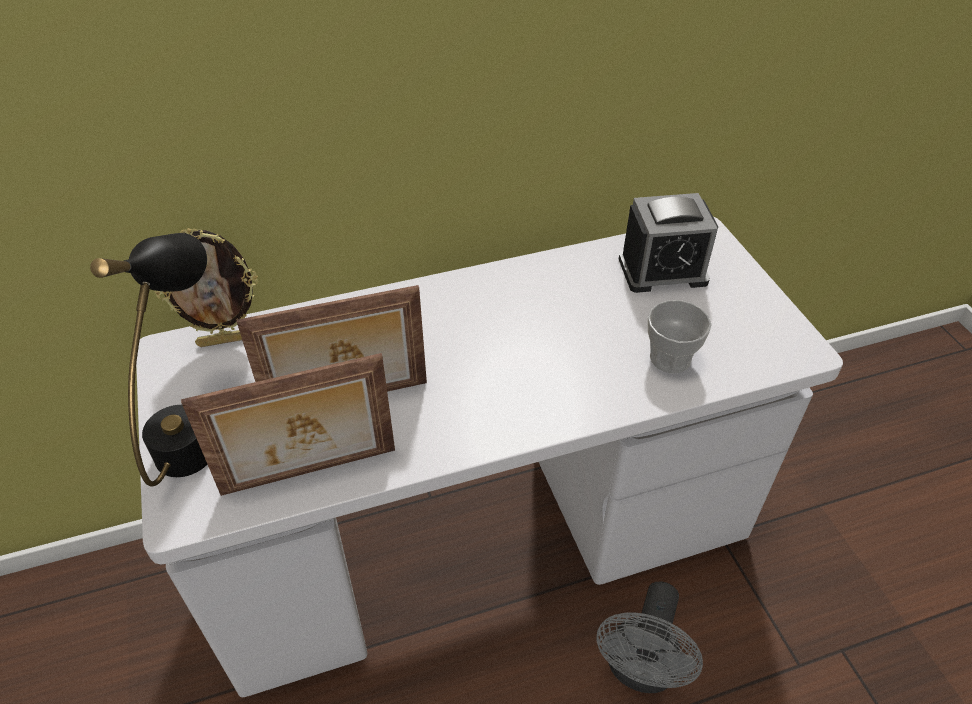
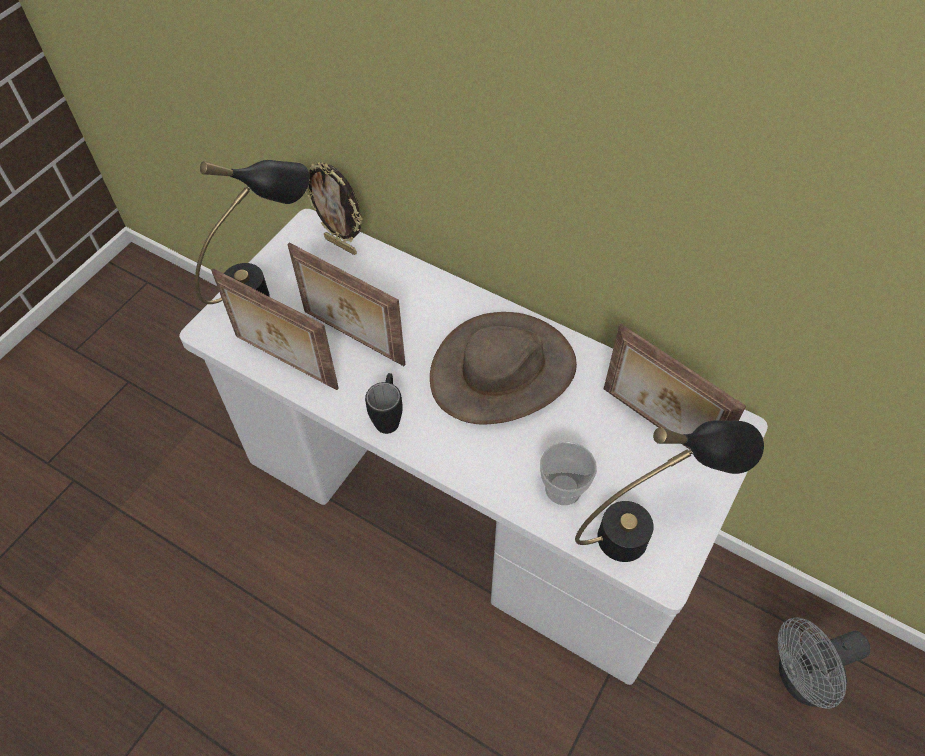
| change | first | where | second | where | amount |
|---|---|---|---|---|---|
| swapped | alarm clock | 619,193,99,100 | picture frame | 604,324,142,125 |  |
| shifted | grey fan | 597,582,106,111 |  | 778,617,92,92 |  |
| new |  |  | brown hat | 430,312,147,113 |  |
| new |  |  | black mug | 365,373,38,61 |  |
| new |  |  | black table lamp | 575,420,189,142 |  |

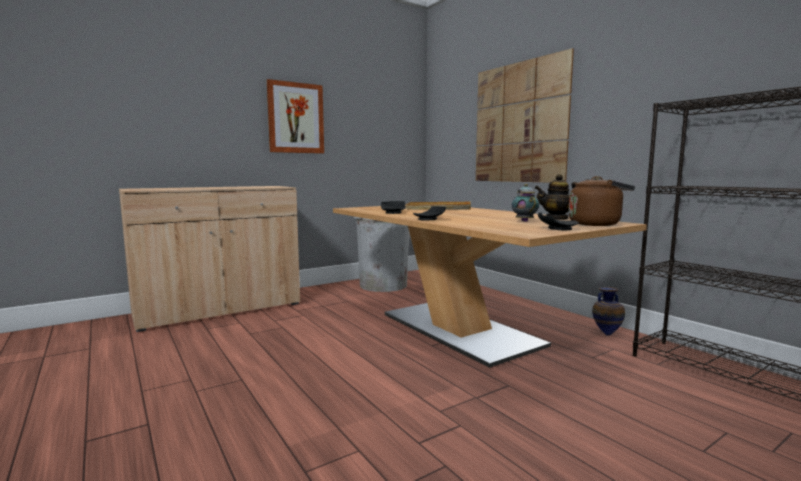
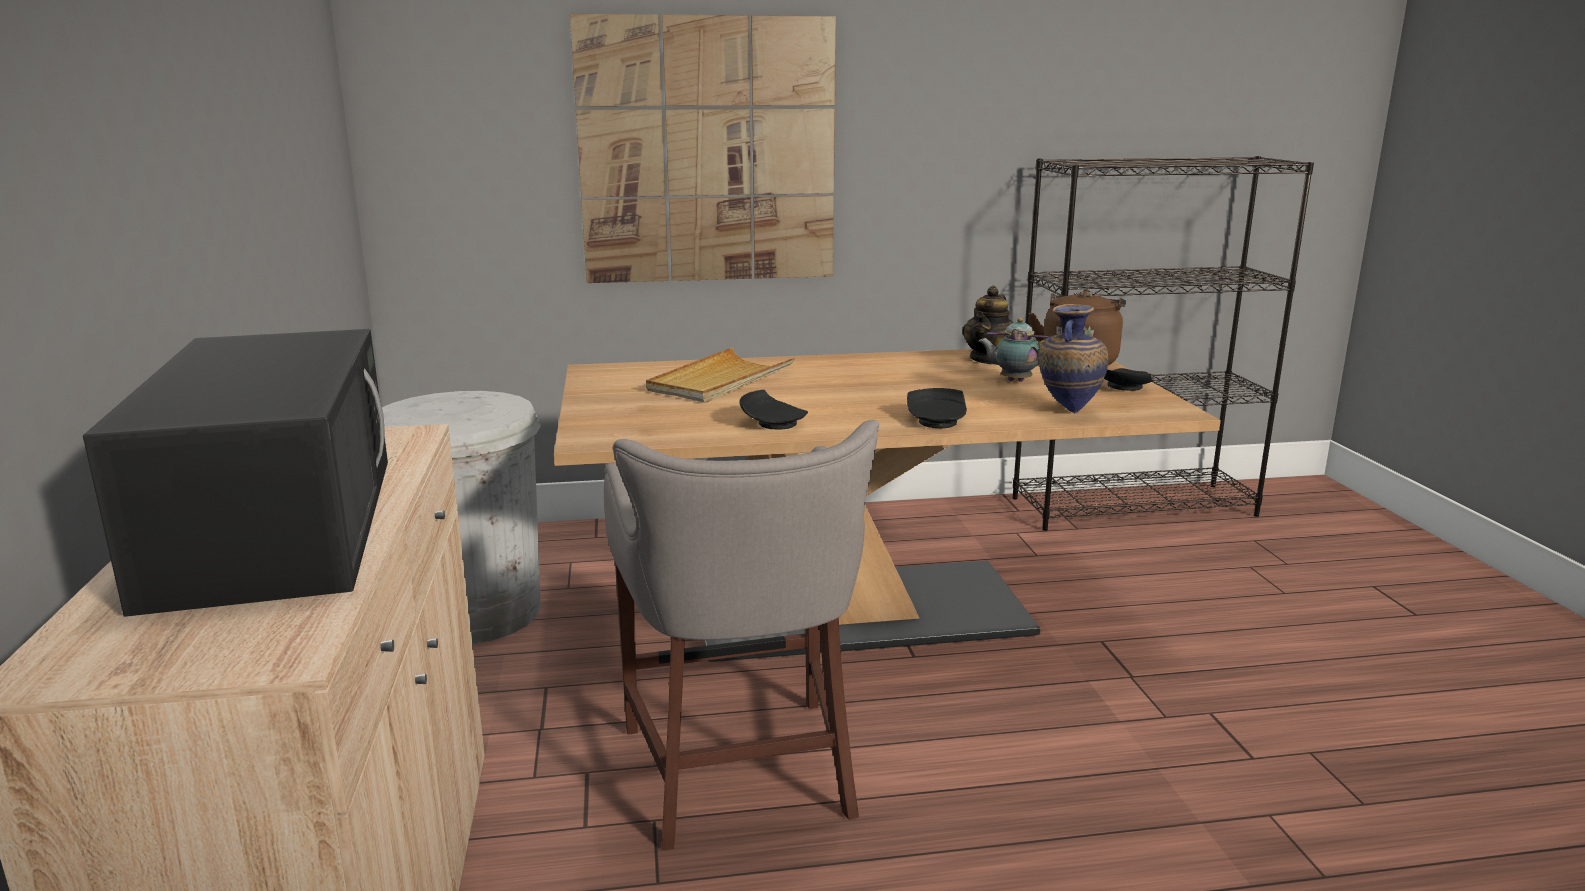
| change | first | where | second | where | amount |
|---|---|---|---|---|---|
| gone | picture | 267,79,57,75 |  |  |  |
| shifted | vase | 592,287,33,49 |  | 1038,304,70,109 |  |
| new |  |  | black microwave | 83,329,305,288 |  |
| new |  |  | grey stool | 604,420,275,430 |  |

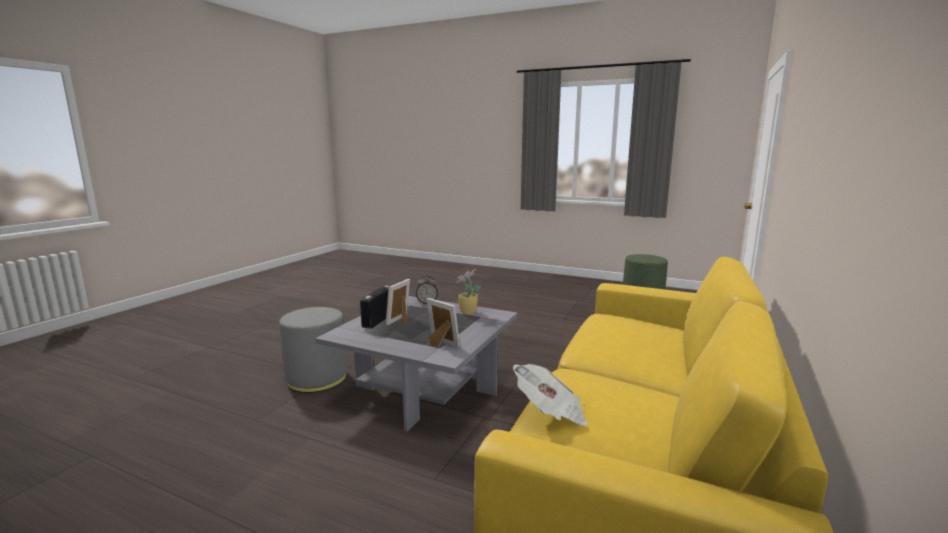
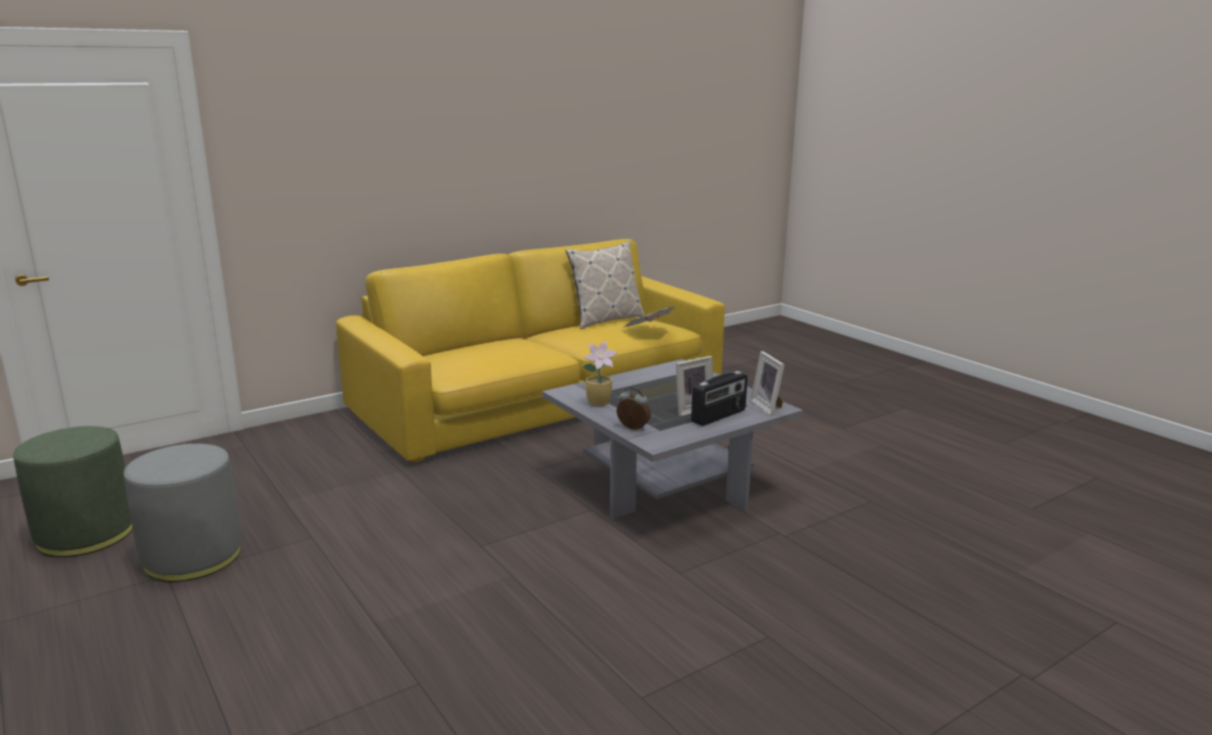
| change | first | where | second | where | amount |
|---|---|---|---|---|---|
| shifted | picture frame | 427,298,33,50 |  | 750,351,35,65 |  |
| shifted | grey ottoman | 279,307,68,86 |  | 124,444,118,138 |  |
| new |  |  | pillow | 565,241,80,88 |  |

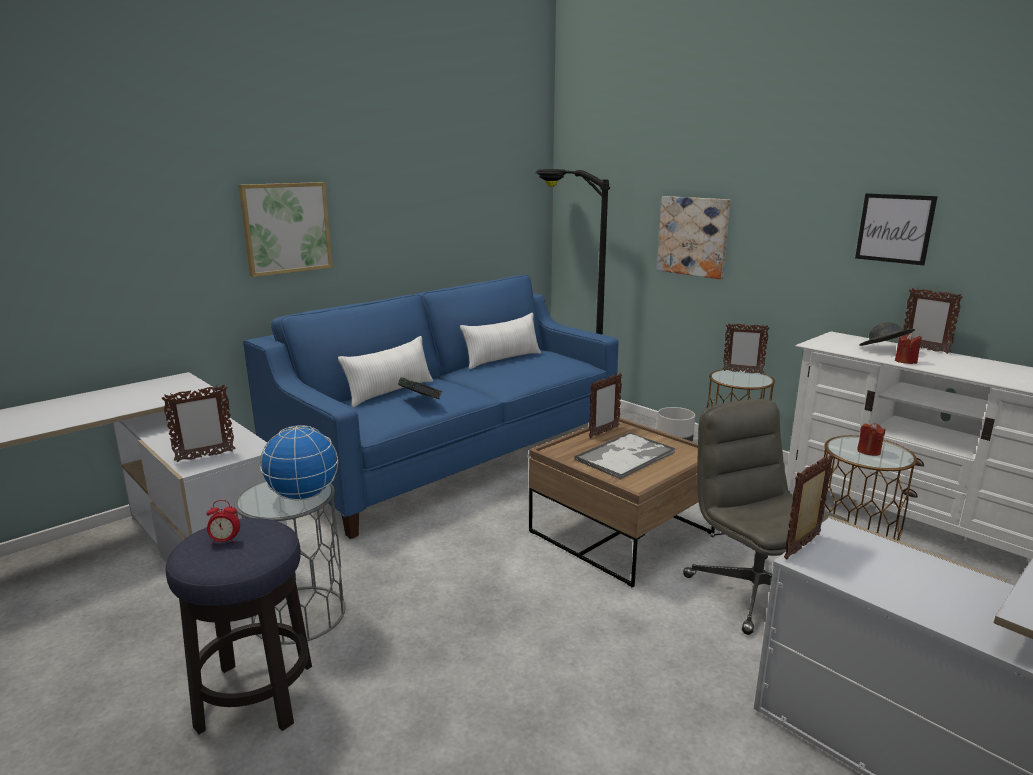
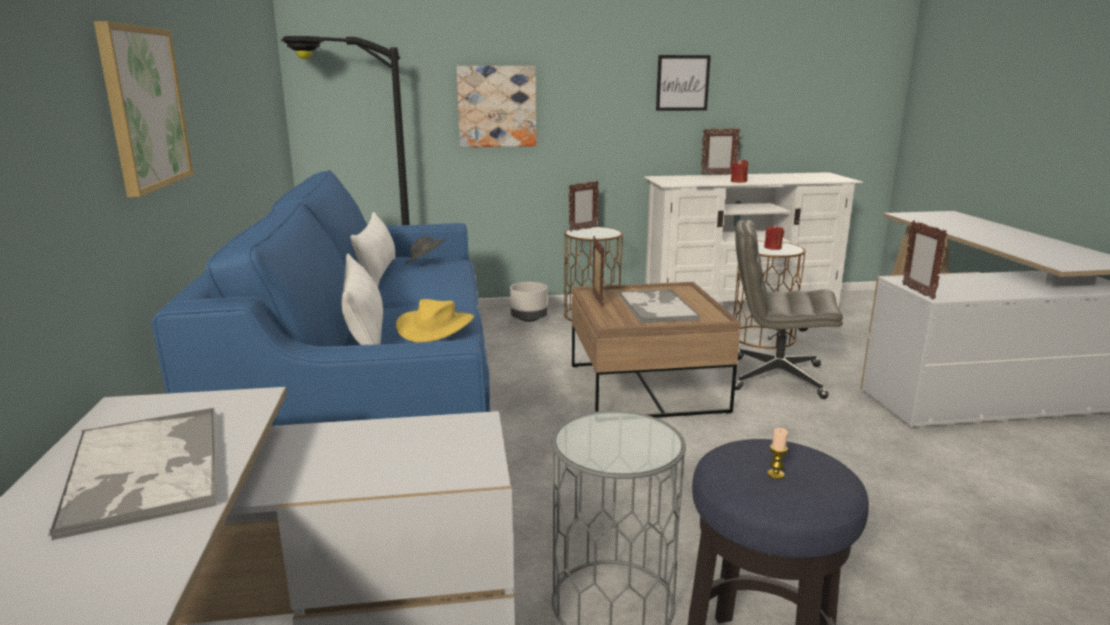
| change | first | where | second | where | amount |
|---|---|---|---|---|---|
| shifted | grey hat | 859,322,56,24 |  | 405,237,42,27 |  |
| swapped | book | 398,377,45,22 | yellow hat | 396,299,78,44 |  |
| gone | picture frame | 162,385,73,77 |  |  |  |
| gone | globe | 260,425,78,76 |  |  |  |
| swapped | alarm clock | 207,500,33,46 | candle | 767,428,21,51 |  |
| new |  |  | tray | 48,408,169,132 |  |

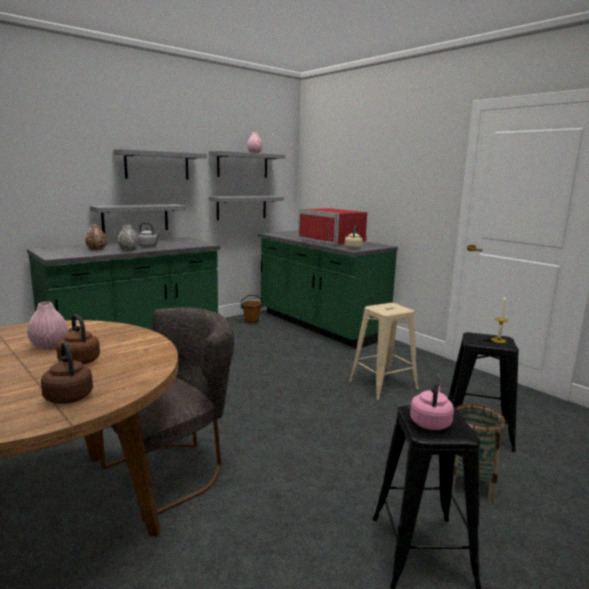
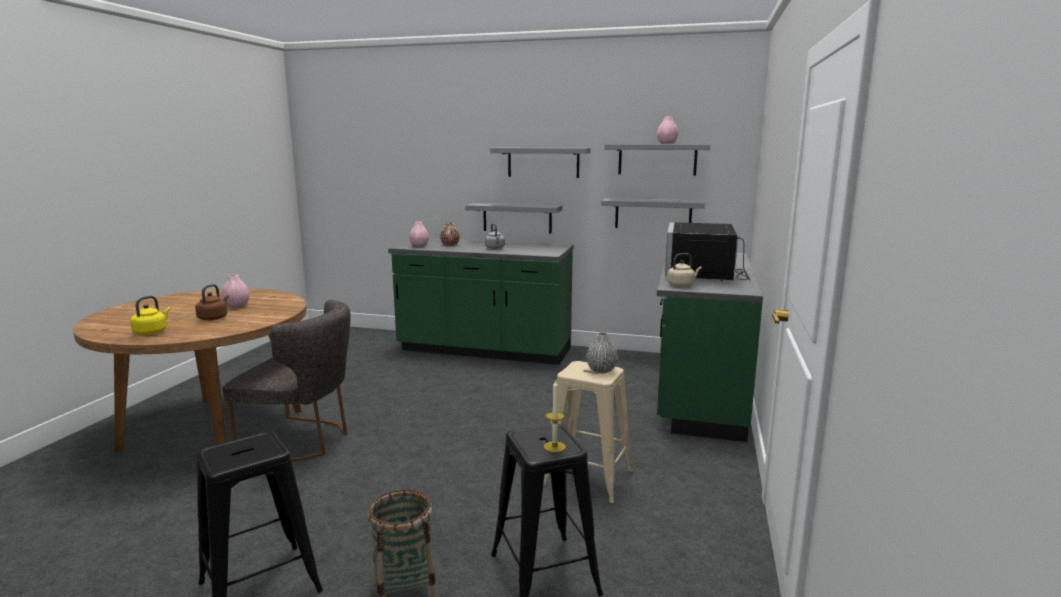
| change | first | where | second | where | amount |
|---|---|---|---|---|---|
| repainted | red microwave | 298,208,69,38 | black microwave | 665,222,86,59 |  |
| shifted | grey vase | 118,225,21,26 |  | 587,332,31,41 |  |
| gone | brown bucket | 241,295,22,29 |  |  |  |
| repainted | brown kettle | 41,342,52,62 | yellow kettle | 130,296,41,39 |  |
| gone | pink kettle | 410,375,44,55 |  |  |  |
| new |  |  | pink vase | 409,221,20,26 |  |

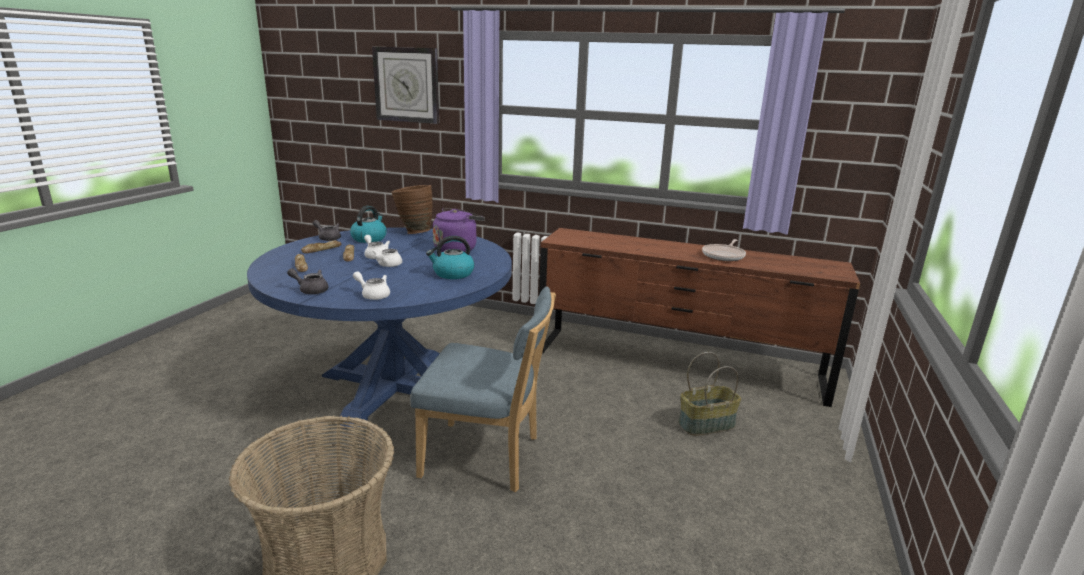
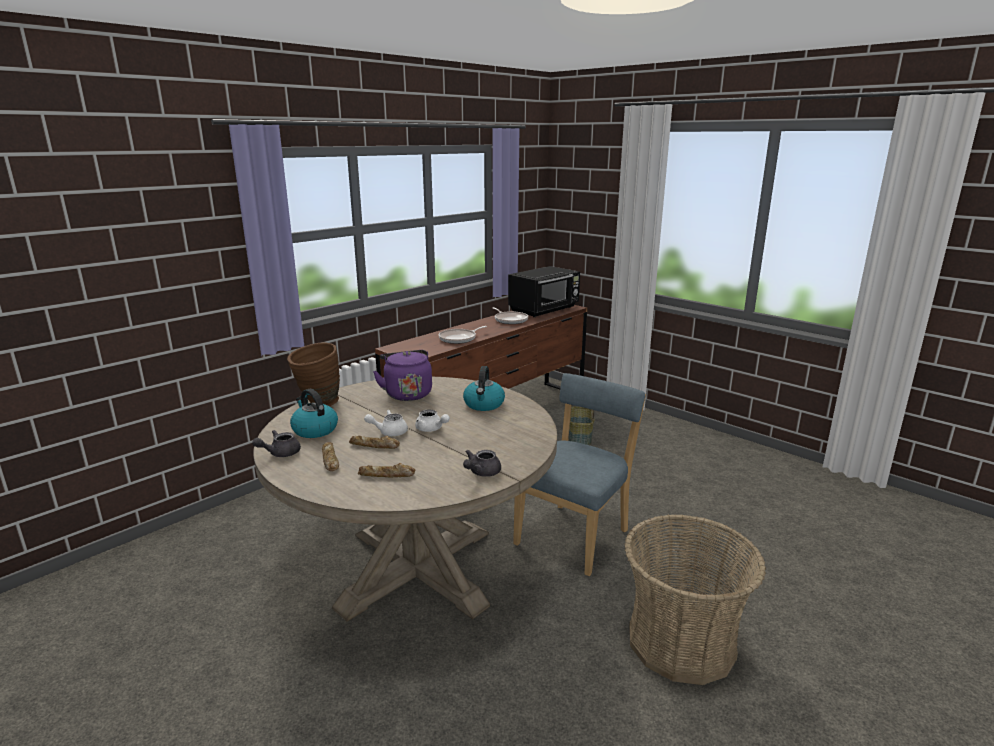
| change | first | where | second | where | amount |
|---|---|---|---|---|---|
| gone | wall clock | 372,46,67,78 |  |  |  |
| repainted | blue dining table | 247,227,265,204 | beige dining table | 253,377,304,245 |  |
| gone | white teapot | 353,271,37,29 |  |  |  |
| new |  |  | black microwave | 508,266,72,51 |  |
| new |  |  | frying pan | 439,326,48,18 |  |

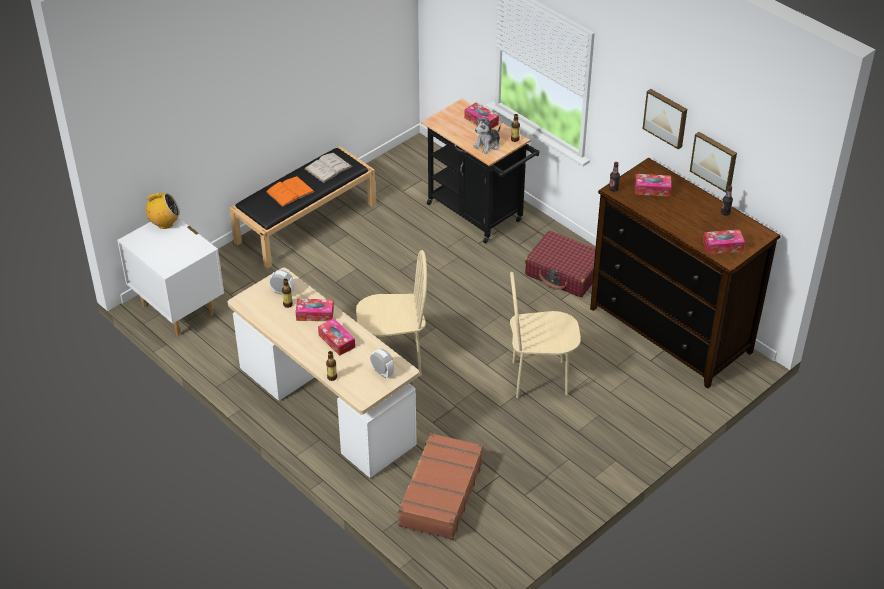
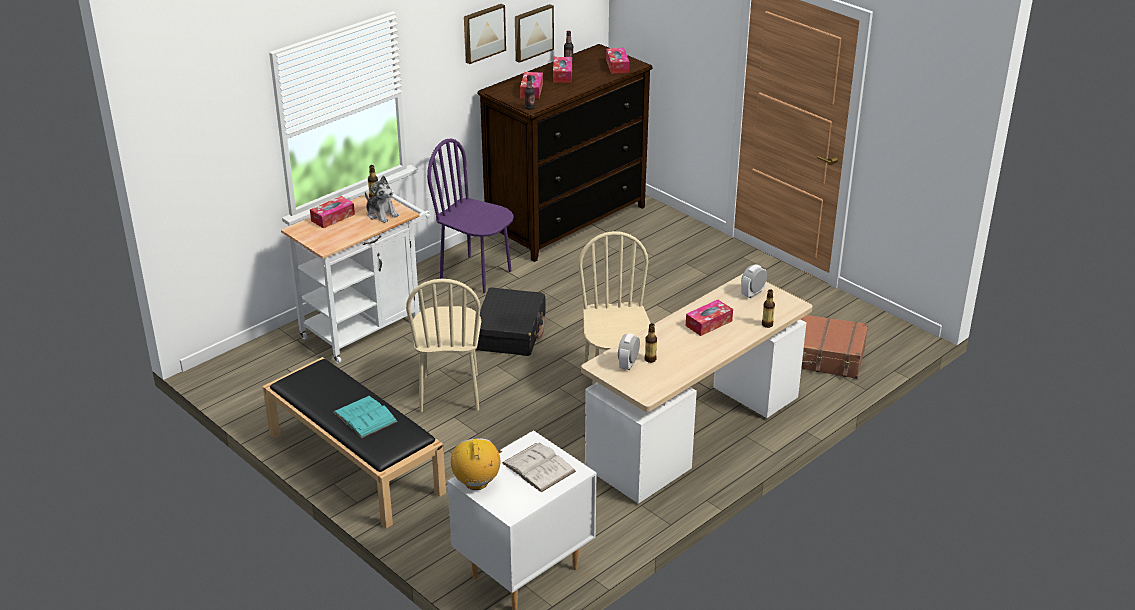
| change | first | where | second | where | amount |
|---|---|---|---|---|---|
| repainted | black cart | 422,98,118,145 | white cart | 281,190,149,174 |  |
| shifted | white book | 305,153,48,30 |  | 502,443,74,49 |  |
| repainted | orange book | 266,176,49,31 | turquoise book | 333,396,65,42 |  |
| swapped | red suitcase | 525,231,70,66 | purple chair | 427,139,87,154 |  |
| shifted | beige chair | 510,272,71,126 |  | 406,279,75,133 |  |
| shifted | tissue box | 296,299,38,22 |  | 553,57,19,26 |  |
| new |  |  | black suitcase | 475,288,71,68 |  |

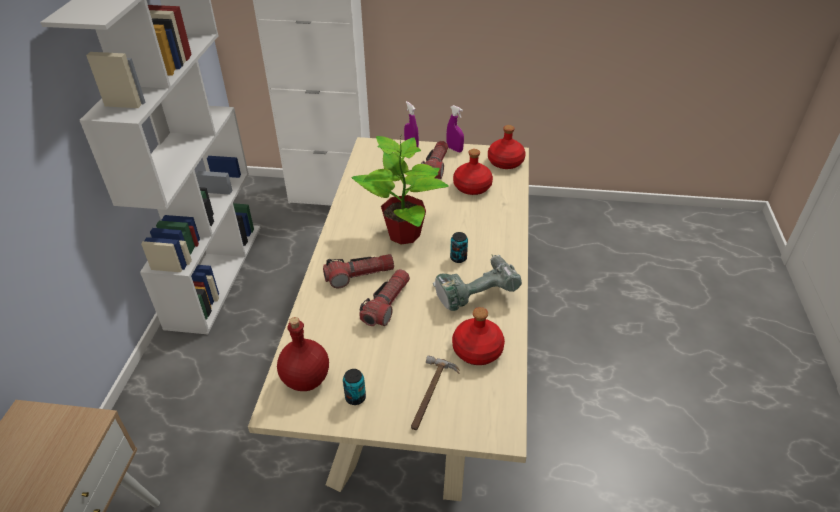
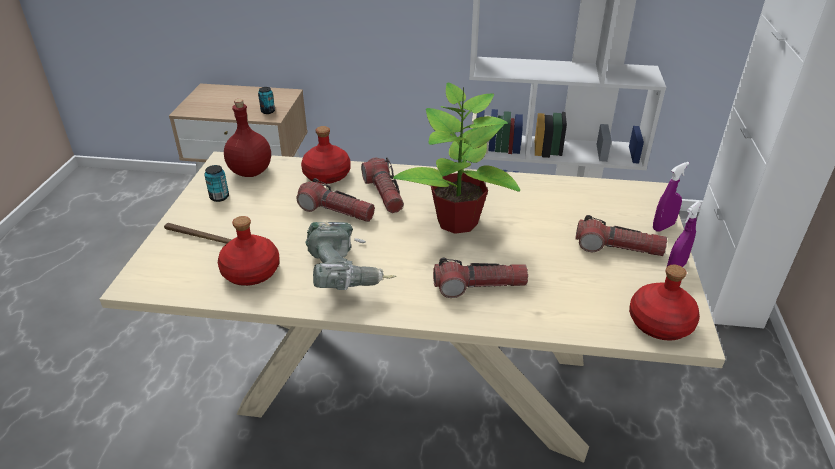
| change | first | where | second | where | amount |
|---|---|---|---|---|---|
| shifted | red bottle | 453,149,40,46 |  | 301,126,50,58 |  |
| shifted | can | 450,232,18,31 |  | 258,87,17,27 |  |
| new |  |  | flashlight | 433,258,95,40 |  |

